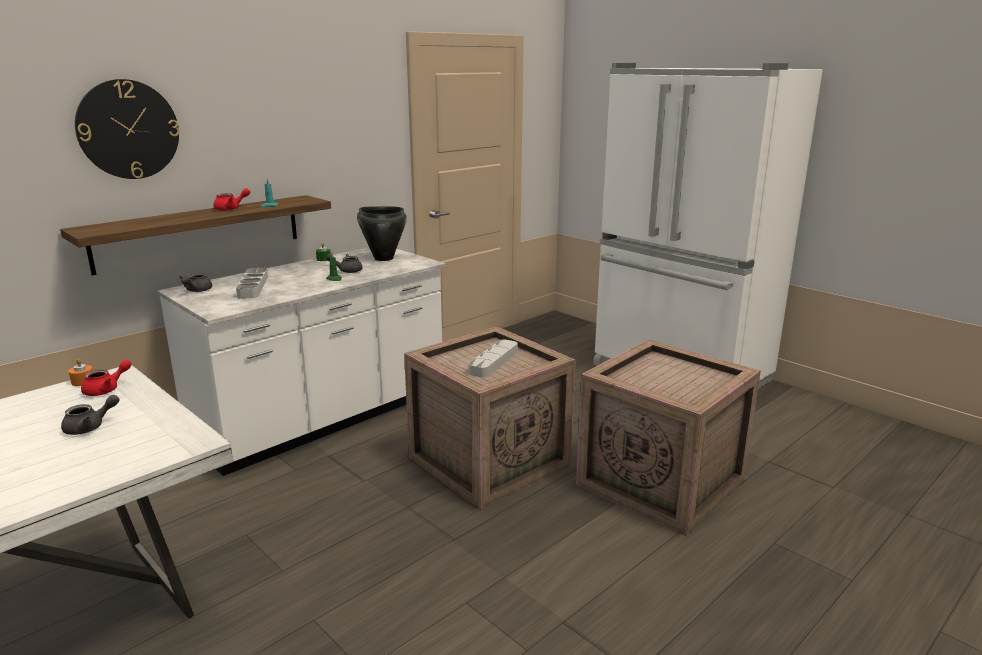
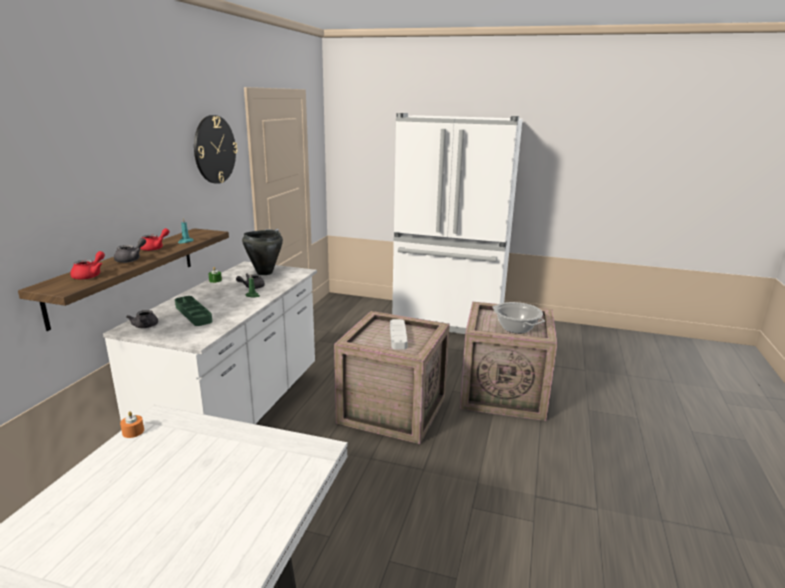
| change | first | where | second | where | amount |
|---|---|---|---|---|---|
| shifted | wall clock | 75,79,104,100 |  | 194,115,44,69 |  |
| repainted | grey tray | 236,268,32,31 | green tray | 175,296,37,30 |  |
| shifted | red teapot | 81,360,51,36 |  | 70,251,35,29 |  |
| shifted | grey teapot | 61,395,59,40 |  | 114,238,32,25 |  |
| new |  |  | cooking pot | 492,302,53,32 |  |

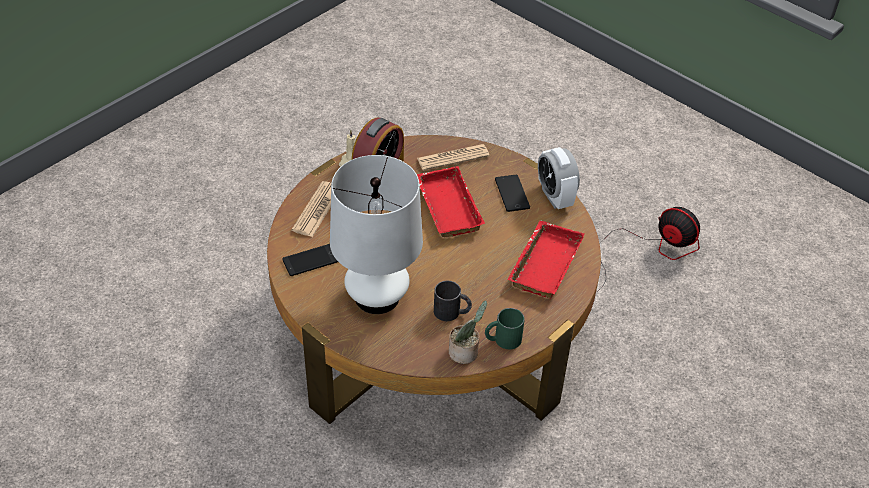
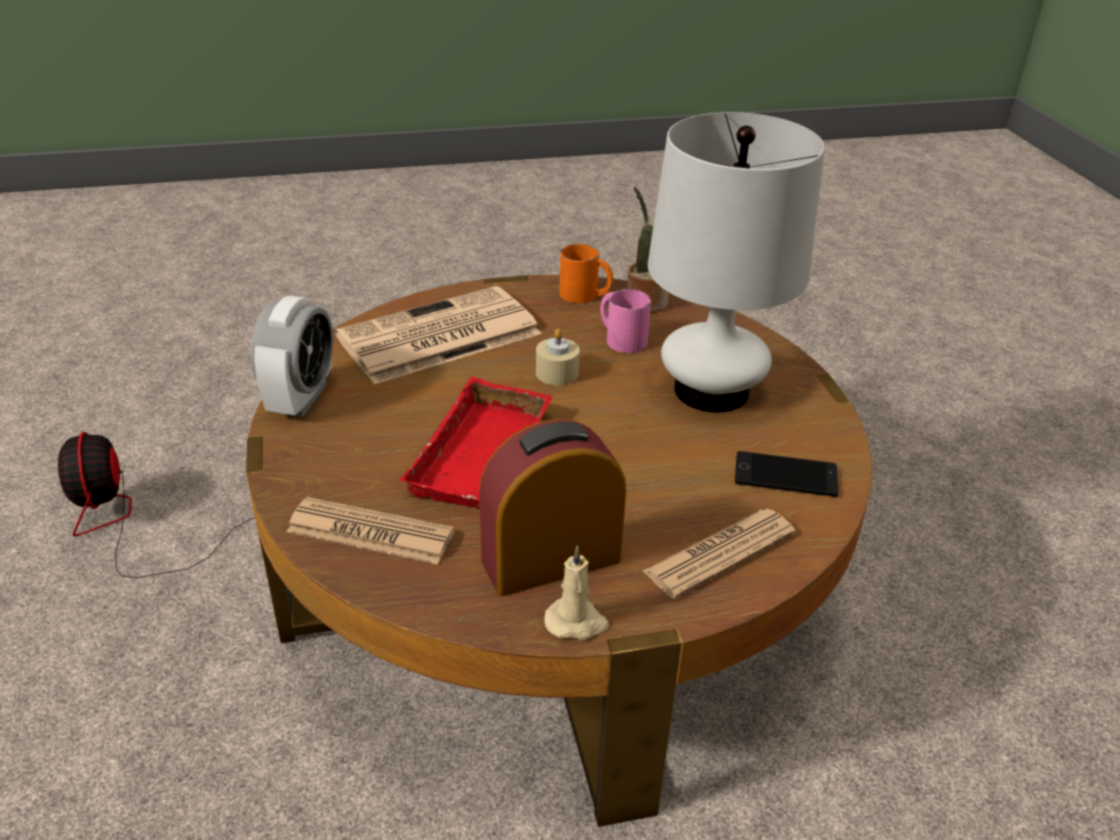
| change | first | where | second | where | amount |
|---|---|---|---|---|---|
| gone | phone | 495,175,35,37 |  |  |  |
| swapped | red tray | 507,220,78,78 | newspaper | 335,286,206,98 |  |
| repainted | black mug | 434,281,38,40 | pink mug | 600,289,51,64 |  |
| repainted | green mug | 485,308,40,41 | orange mug | 559,244,54,59 |  |
| new |  |  | beige candle | 536,329,44,56 |  |

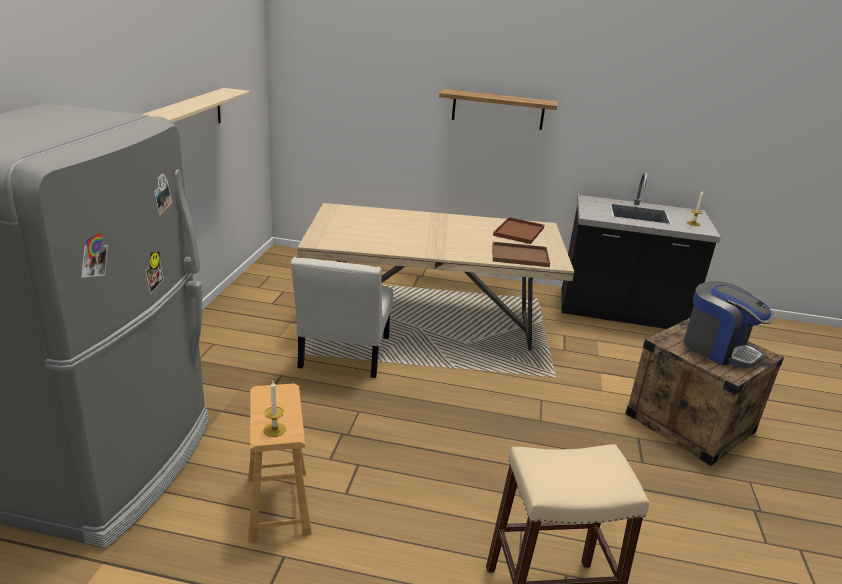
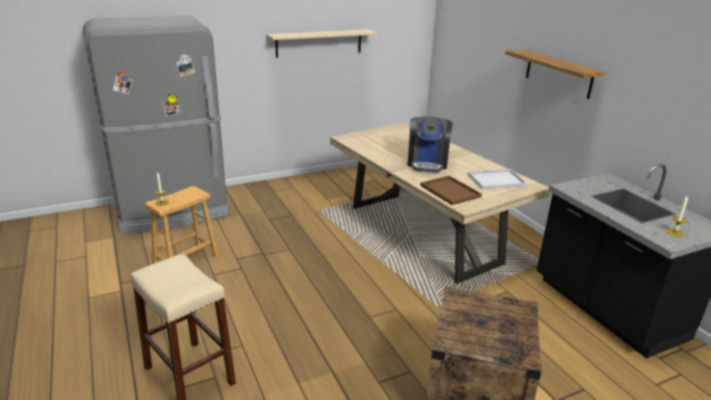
| change | first | where | second | where | amount |
|---|---|---|---|---|---|
| repainted | brown tray | 493,217,51,27 | white tray | 467,169,60,21 |  |
| gone | white chair | 291,257,102,121 |  |  |  |
| shifted | coffee machine | 684,281,90,87 |  | 407,116,46,57 |  |

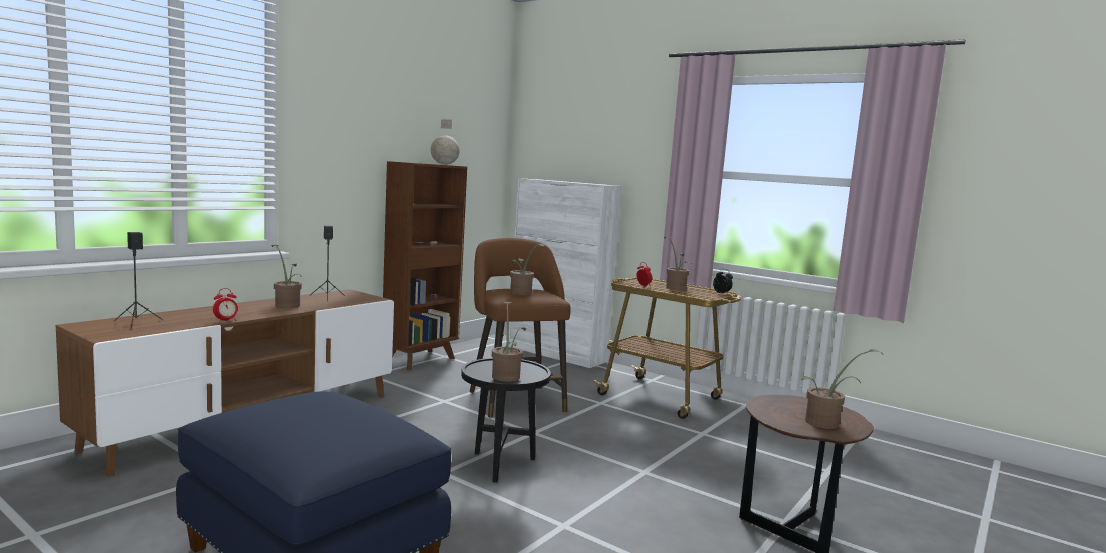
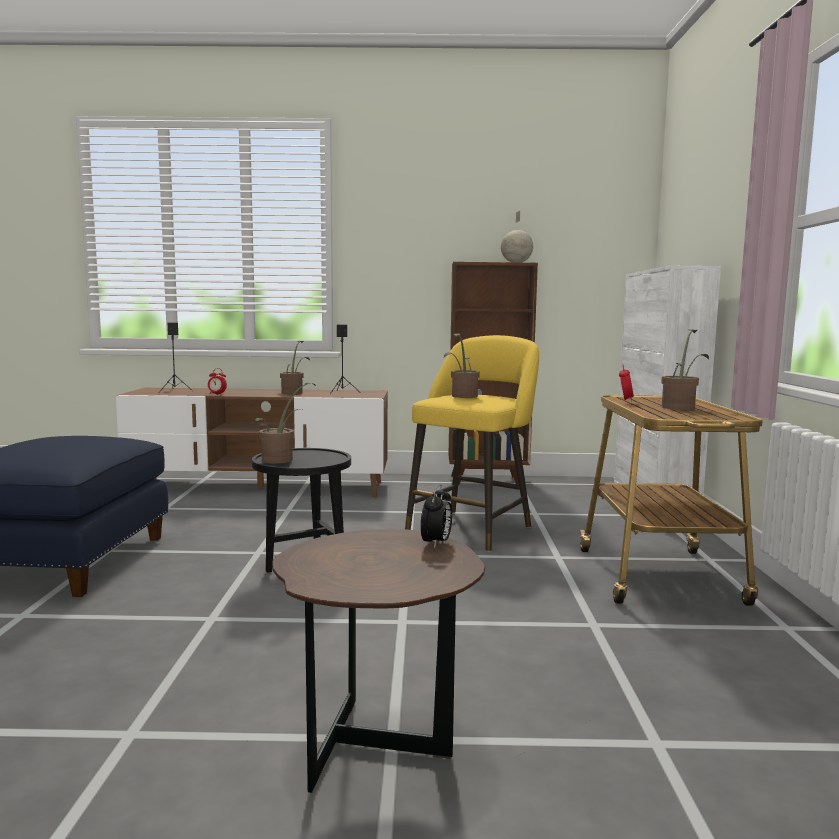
| change | first | where | second | where | amount |
|---|---|---|---|---|---|
| repainted | brown stool | 470,238,101,181 | yellow stool | 405,335,134,217 |  |
| shifted | alarm clock | 713,269,20,25 |  | 421,484,31,64 |  |
| gone | potted plant | 802,349,81,80 |  |  |  |

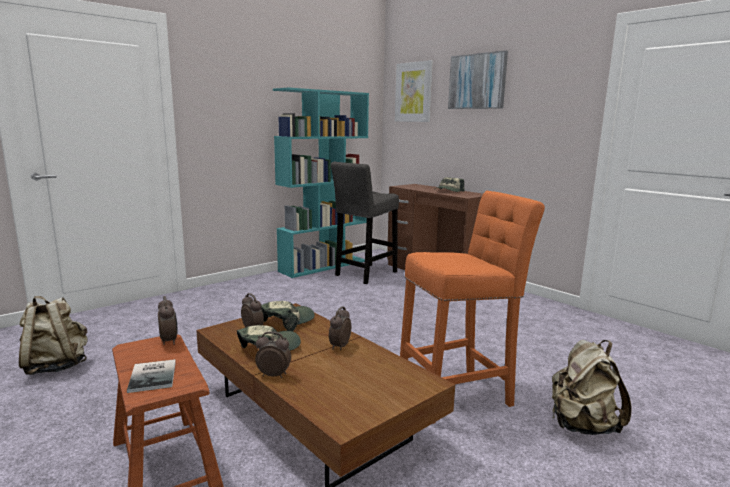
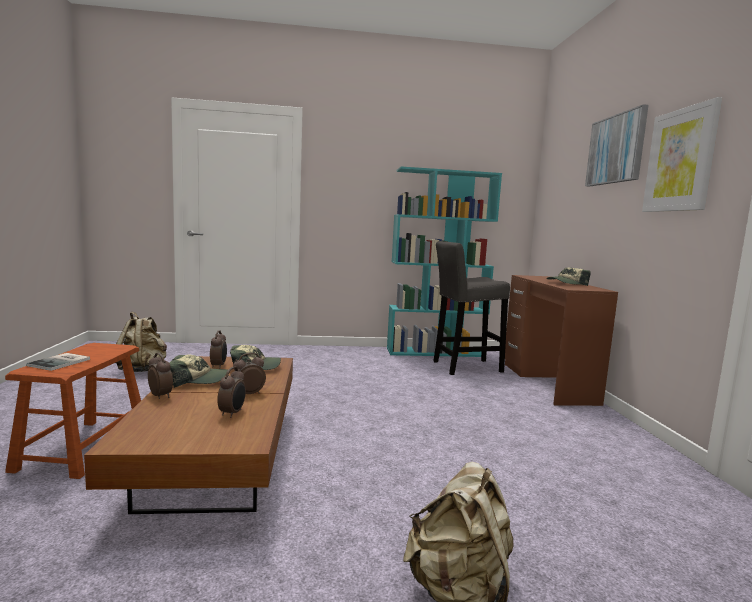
| change | first | where | second | where | amount |
|---|---|---|---|---|---|
| shifted | picture | 395,60,38,62 |  | 642,97,80,115 |  |
| gone | orange stool | 400,191,145,233 |  |  |  |
| shifted | alarm clock | 158,296,19,49 |  | 217,367,29,51 |  |

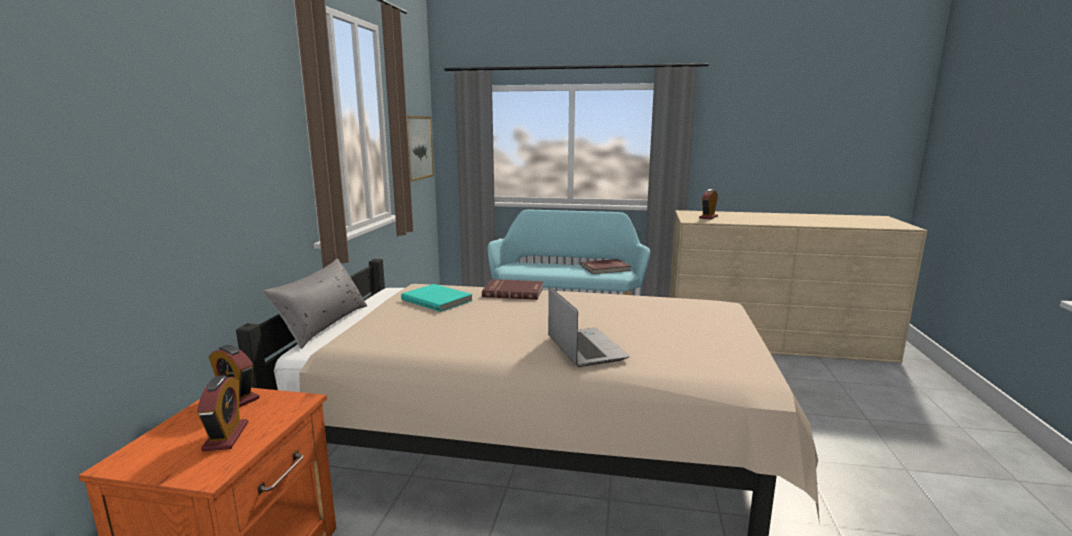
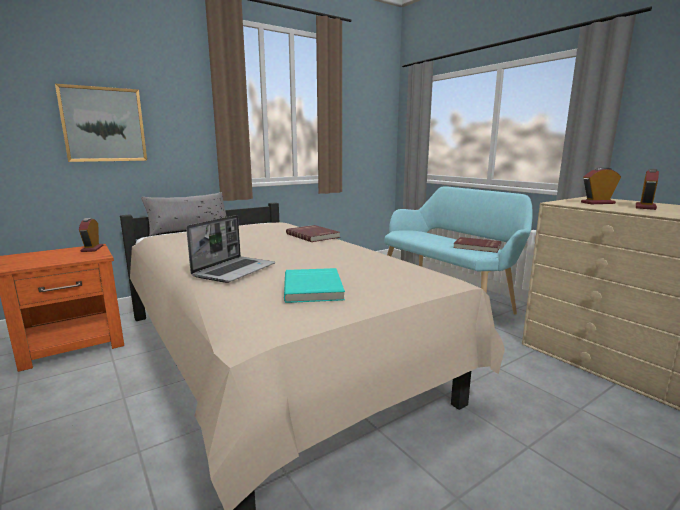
| change | first | where | second | where | amount |
|---|---|---|---|---|---|
| shifted | picture | 407,116,27,66 |  | 55,84,92,78 |  |
| shifted | turquoise book | 401,284,72,28 |  | 284,268,61,35 |  |
| shifted | alarm clock | 197,375,51,76 |  | 636,169,23,41 |  |

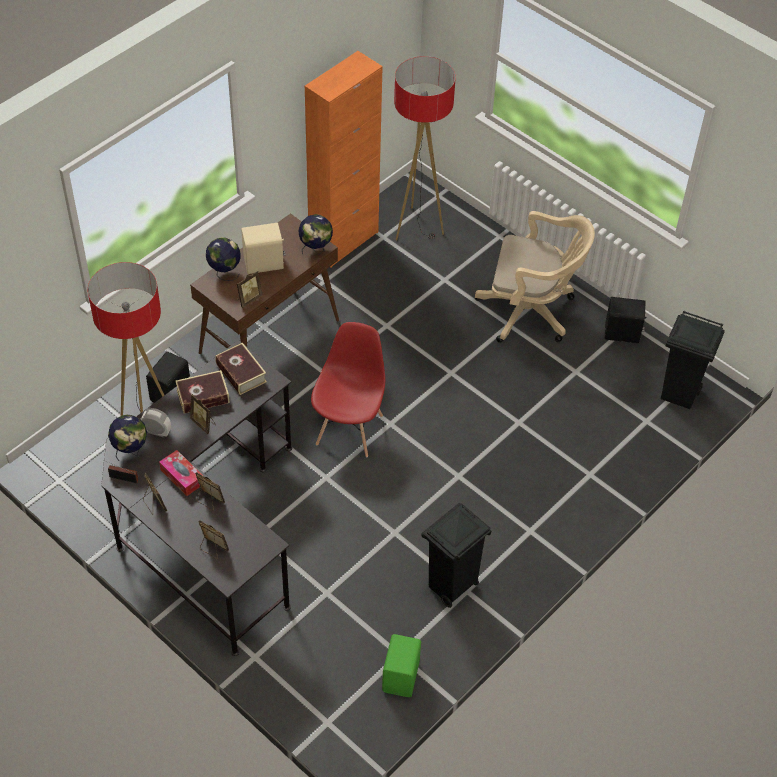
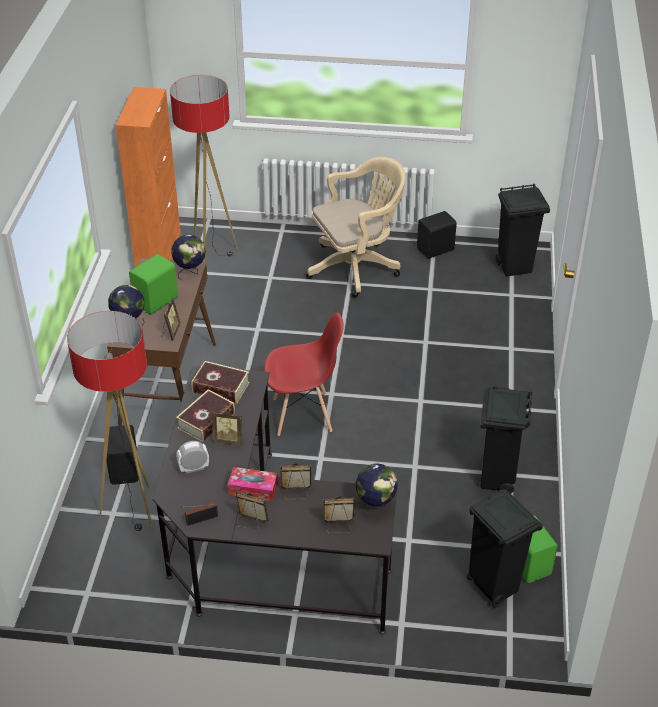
| change | first | where | second | where | amount |
|---|---|---|---|---|---|
| repainted | beige speaker | 241,223,45,51 | green speaker | 129,254,49,61 |  |
| rotated | red chair | 311,322,74,135 |  | 264,312,80,124 | 105 degrees clockwise |
| shifted | globe | 108,415,39,46 |  | 356,463,42,57 |  |
| new |  |  | black trash can | 467,489,76,119 |  |

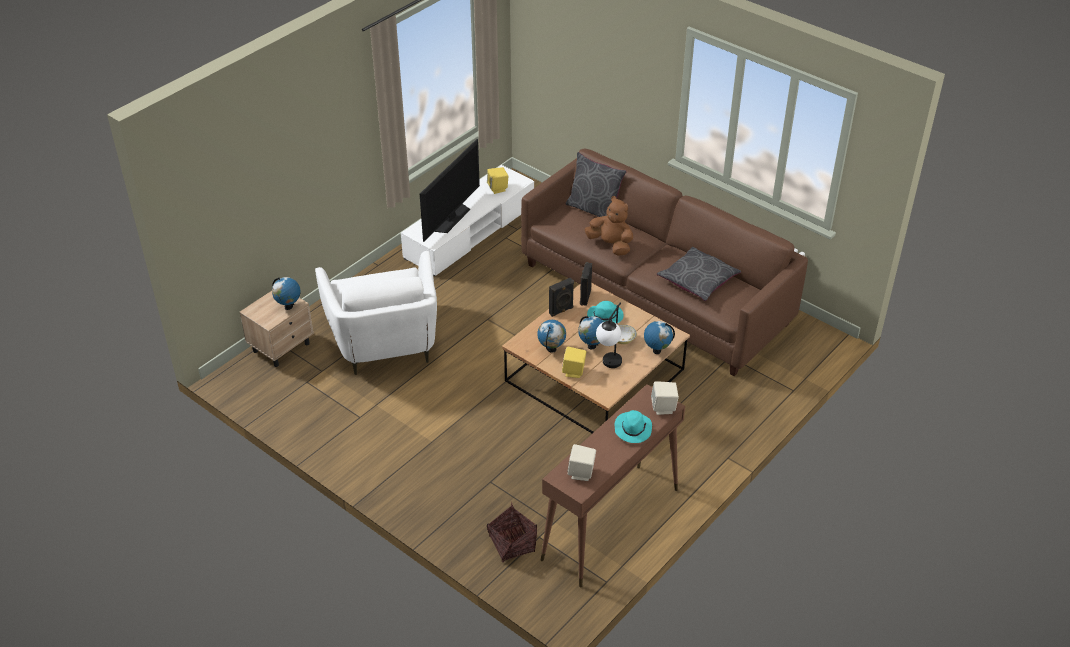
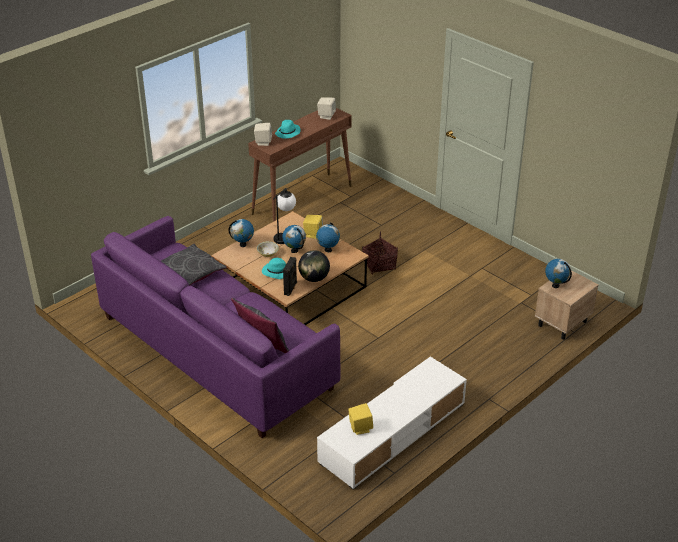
| change | first | where | second | where | amount |
|---|---|---|---|---|---|
| gone | television | 420,139,60,103 |  |  |  |
| repainted | brown sofa | 521,149,287,227 | purple sofa | 91,216,250,222 |  |
| gone | brown plush toy | 584,196,49,60 |  |  |  |
| gone | white armchair | 315,251,122,124 |  |  |  |
| swapped | black speaker | 549,278,25,39 | globe | 298,250,32,32 |  |
| shifted | basket | 487,502,50,60 |  | 362,232,36,43 |  |

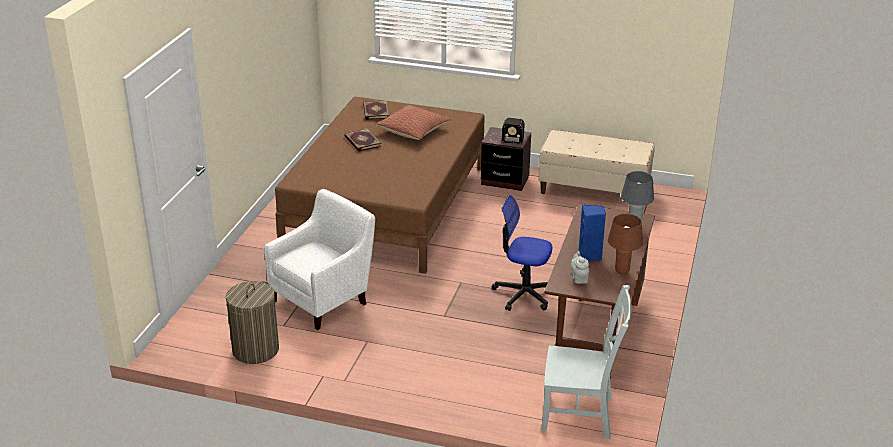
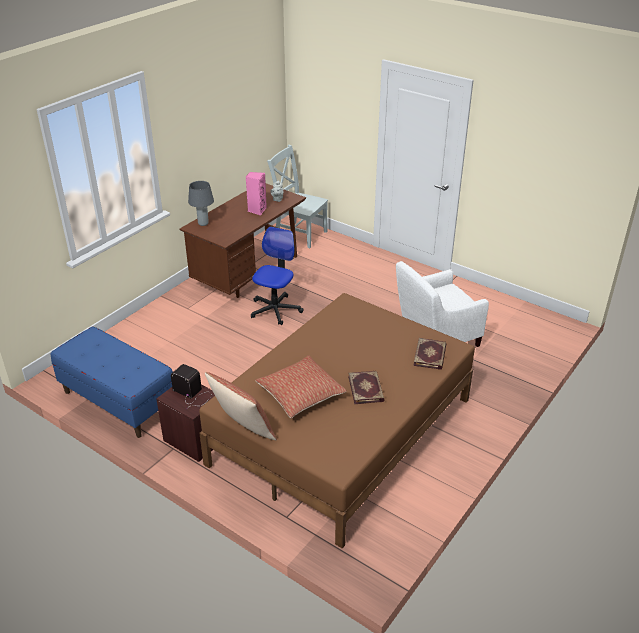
| change | first | where | second | where | amount |
|---|---|---|---|---|---|
| shifted | book | 363,101,26,19 |  | 413,338,33,32 |  |
| repainted | beige bench | 539,130,116,64 | blue bench | 51,326,122,112 |  |
| rotated | office chair | 492,195,60,116 |  | 251,227,53,98 | 105 degrees counterclockwise |
| repainted | blue speaker | 579,204,27,58 | pink speaker | 246,172,21,43 |  |
| gone | brown table lamp | 608,214,35,60 |  |  |  |
| gone | laundry basket | 226,281,53,83 |  |  |  |
| new |  |  | pillow | 205,372,72,68 |  |

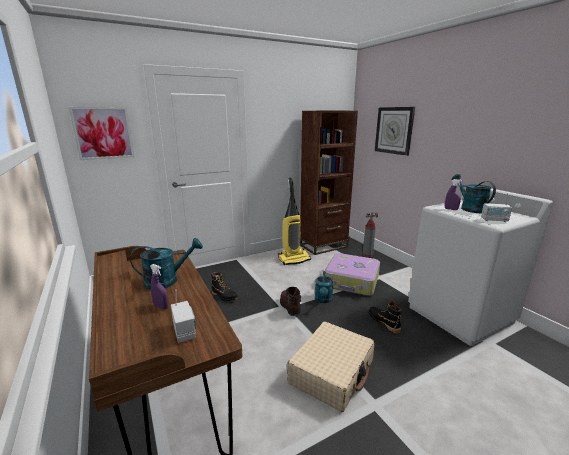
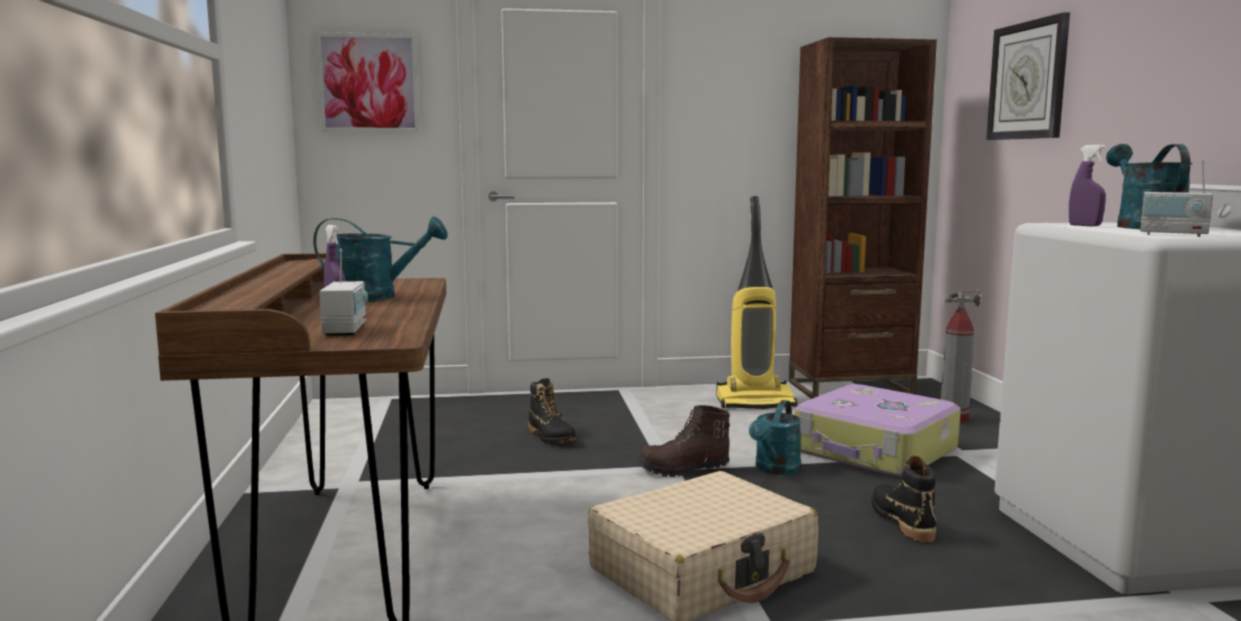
| change | first | where | second | where | amount |
|---|---|---|---|---|---|
| rotated | brown boot | 280,287,21,29 |  | 636,405,94,72 | 105 degrees counterclockwise |

